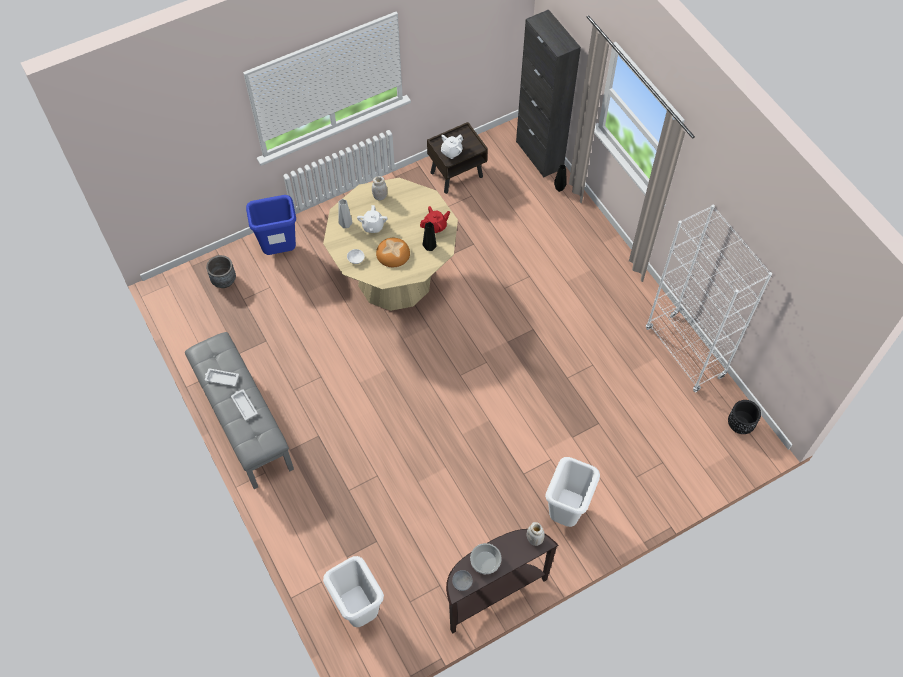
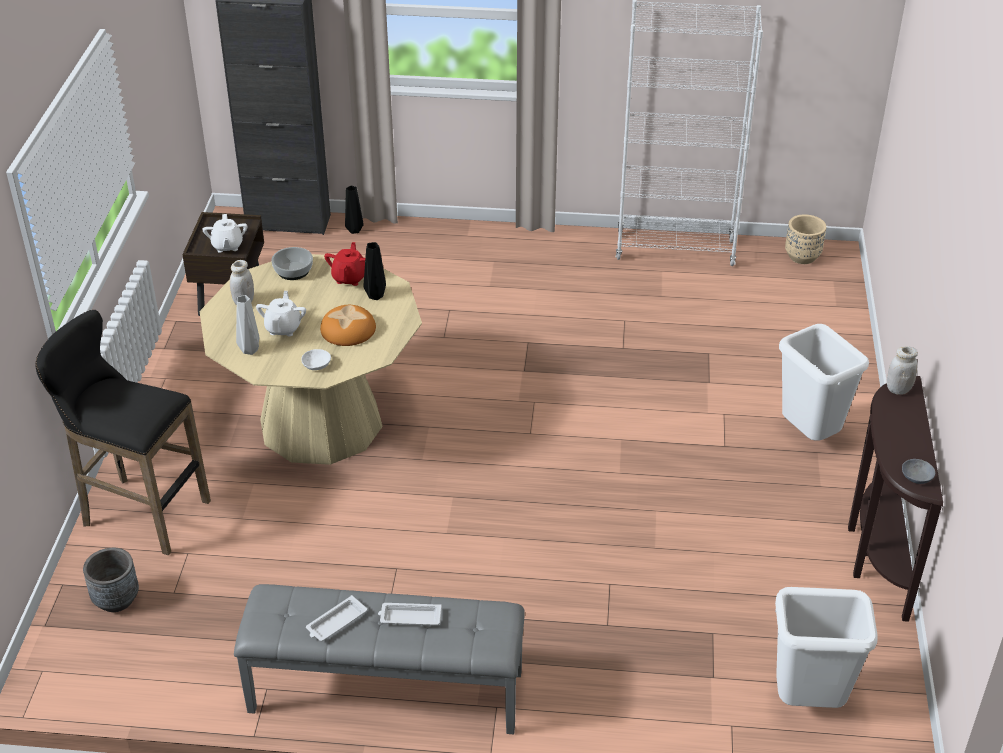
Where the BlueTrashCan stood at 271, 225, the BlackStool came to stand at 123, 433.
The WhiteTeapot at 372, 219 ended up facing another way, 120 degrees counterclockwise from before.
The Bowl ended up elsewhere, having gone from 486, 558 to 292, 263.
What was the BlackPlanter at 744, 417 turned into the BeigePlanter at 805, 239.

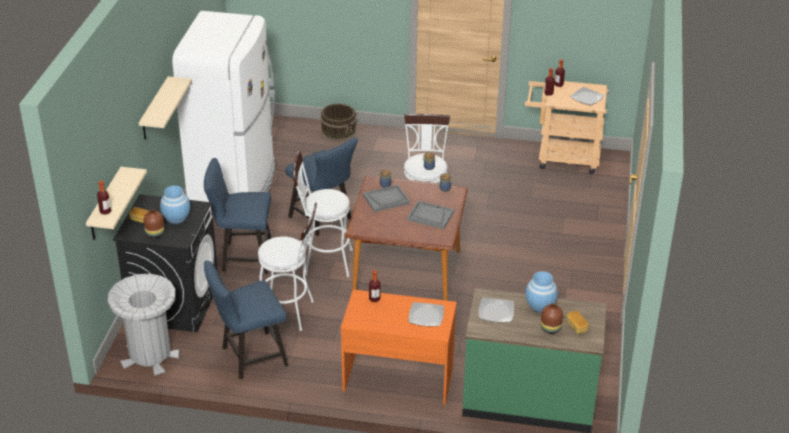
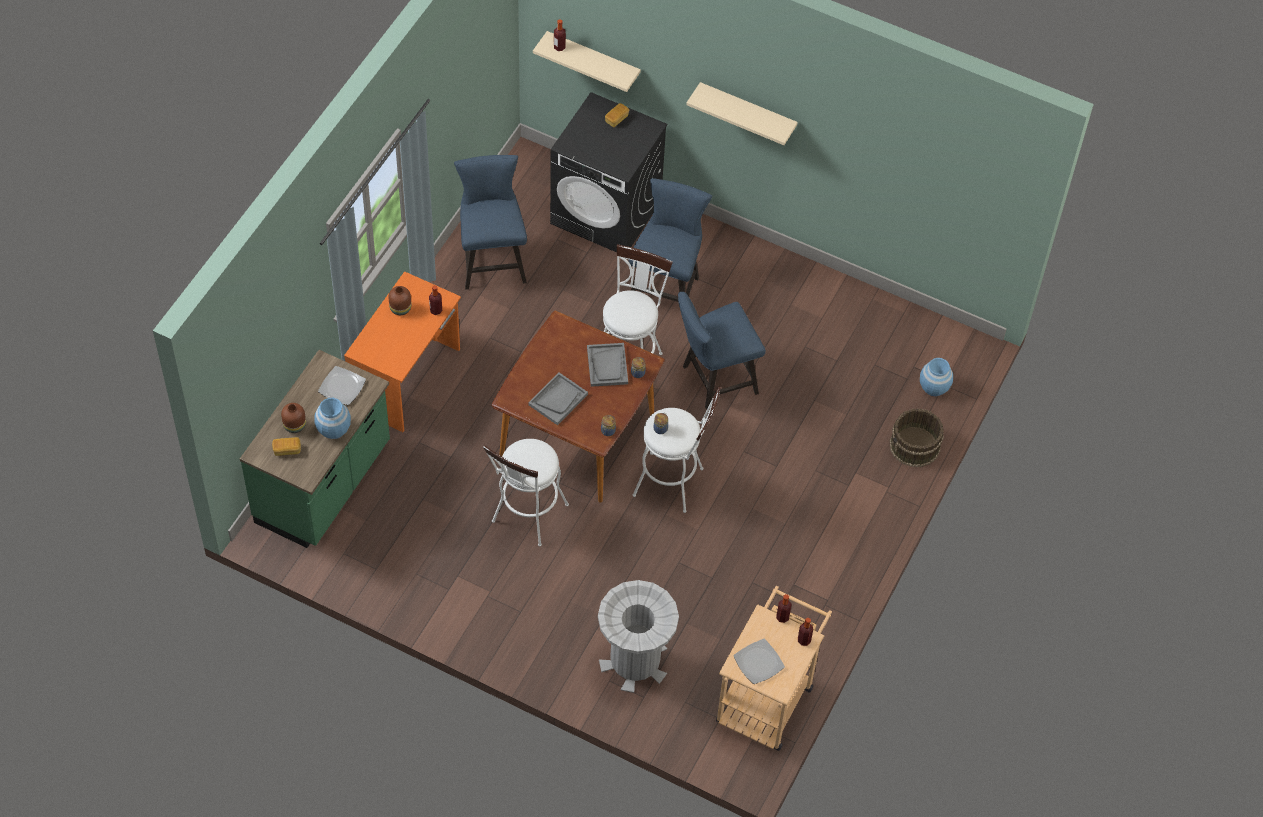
The GreyTrashCan ended up elsewhere, having gone from 143, 325 to 638, 636.
The BrownVase ended up elsewhere, having gone from 154, 224 to 399, 300.
The BlueVase ended up elsewhere, having gone from 175, 205 to 936, 377.
The second view lost the WhiteFridge at 223, 112.
The WhiteStool ended up elsewhere, having gone from 287, 267 to 526, 492.
The second view lost the Plate at 426, 314.

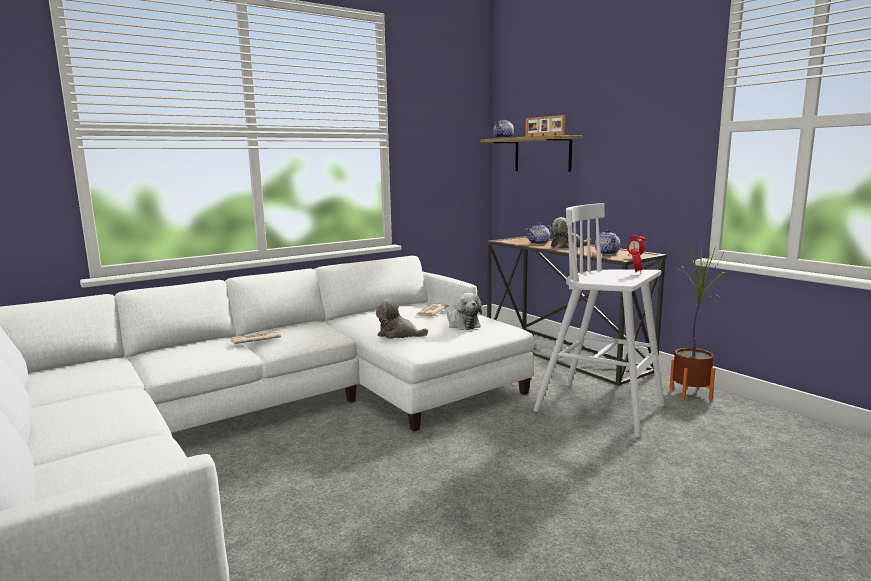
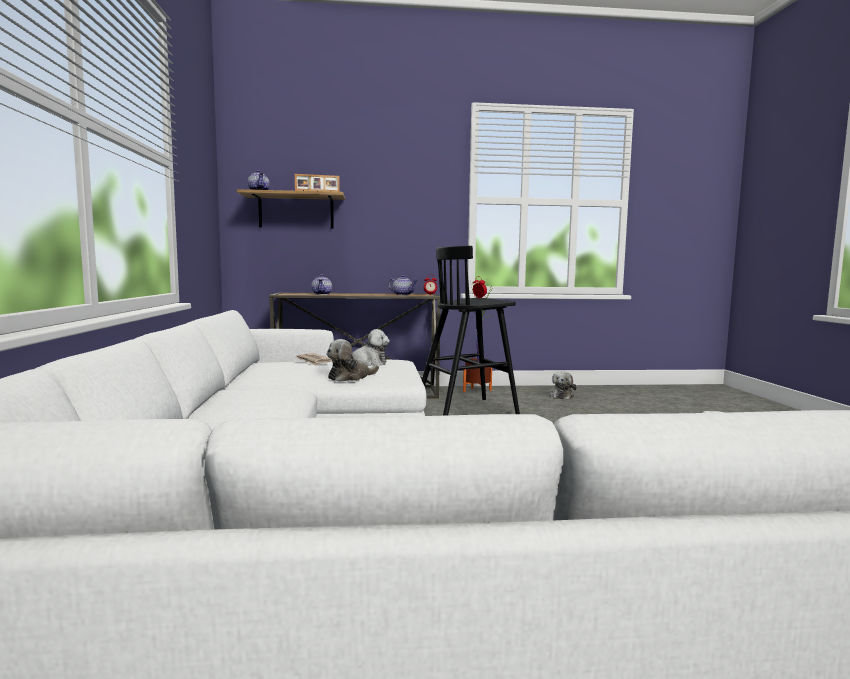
The second view lost the Newspaper at 255, 337.
What was the WhiteStool at 599, 320 turned into the BlackStool at 471, 331.
The PlushToy ended up elsewhere, having gone from 571, 233 to 563, 385.

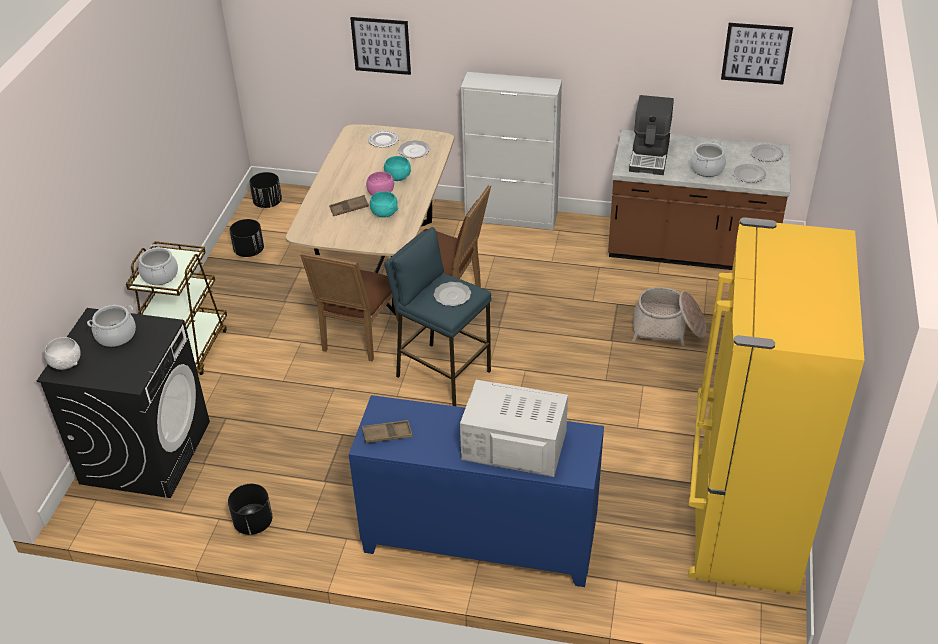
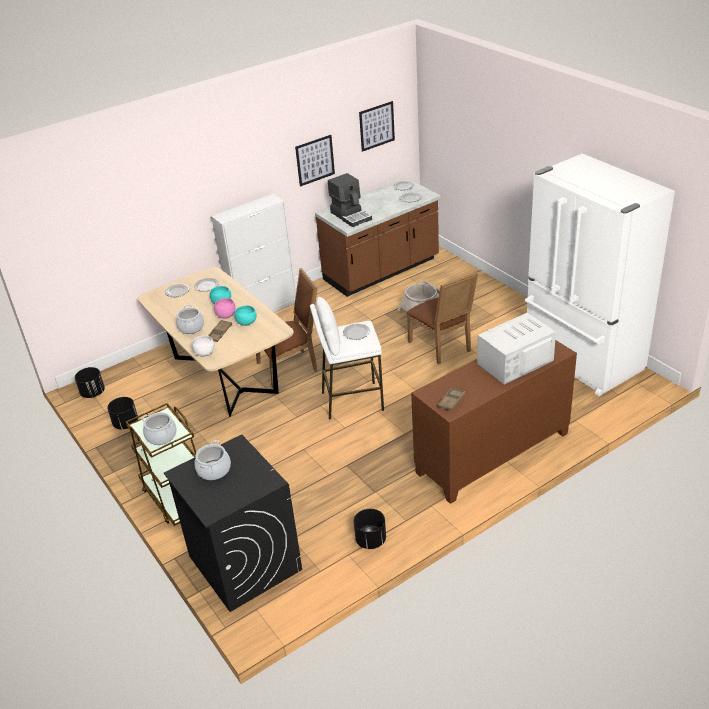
The WhiteBowl ended up elsewhere, having gone from 62, 353 to 203, 346.
The BrownChair ended up elsewhere, having gone from 349, 306 to 442, 318.
What was the BlueCabinet at 476, 491 turned into the BrownCabinet at 494, 422.
The Picture ended up elsewhere, having gone from 380, 46 to 315, 161.
What was the BlueStool at 438, 316 turned into the WhiteStool at 347, 358.
What was the YellowFridge at 776, 405 turned into the WhiteFridge at 600, 275.
The CookingPot ended up elsewhere, having gone from 708, 159 to 190, 319.

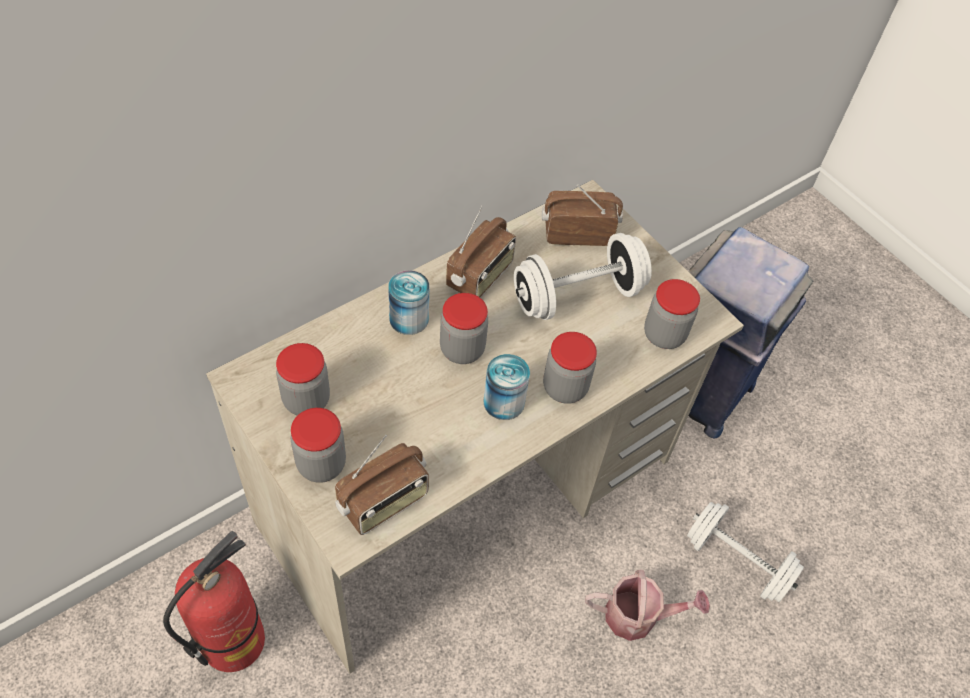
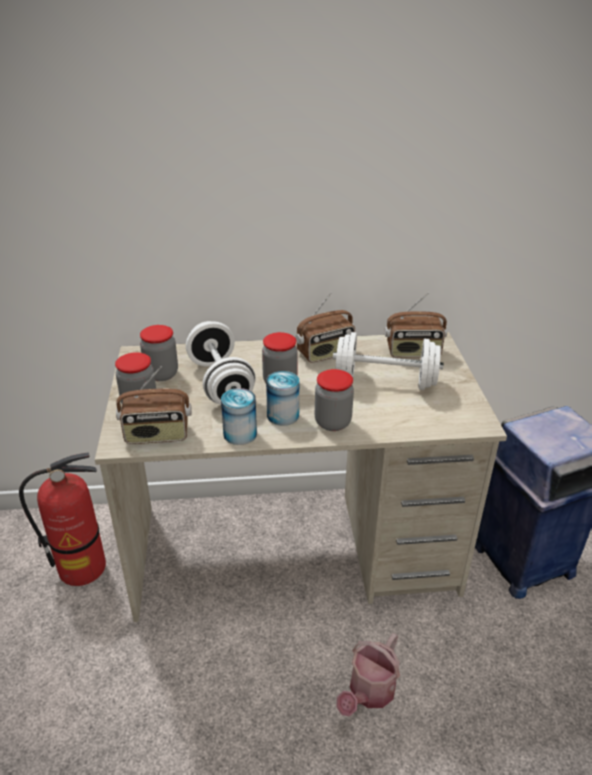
The Can ended up elsewhere, having gone from 408, 302 to 239, 416.
The Radio at 582, 215 ended up facing another way, 150 degrees clockwise from before.
The WateringCan at 647, 605 ended up facing another way, 90 degrees clockwise from before.
The second view lost the Jar at 672, 314.
The WhiteDumbbell ended up elsewhere, having gone from 745, 552 to 221, 363.

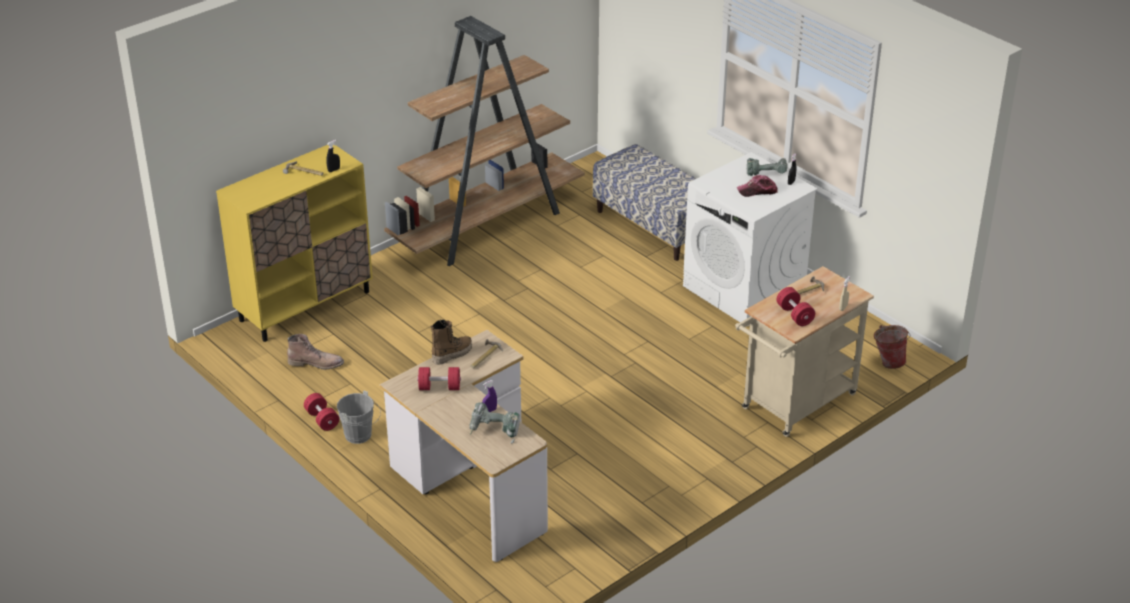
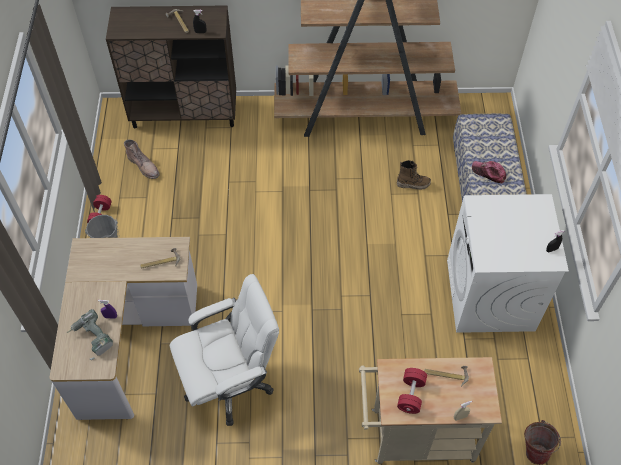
What was the YellowCabinet at 294, 243 turned into the BrownCabinet at 171, 67.
The second view lost the RedDumbbell at 439, 378.
The Boot ended up elsewhere, having gone from 451, 342 to 414, 175.
The Cap ended up elsewhere, having gone from 757, 186 to 489, 172.
The second view lost the PowerDrill at 767, 167.
The second view gained the WhiteOfficeChair at 224, 350.

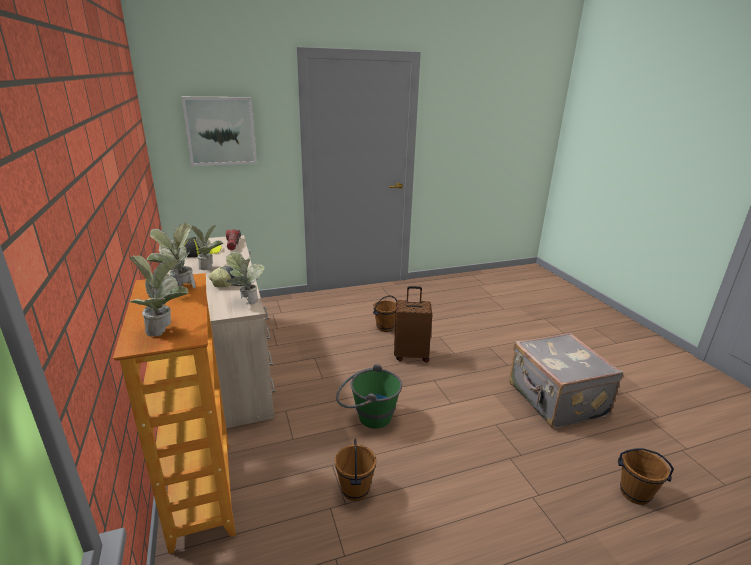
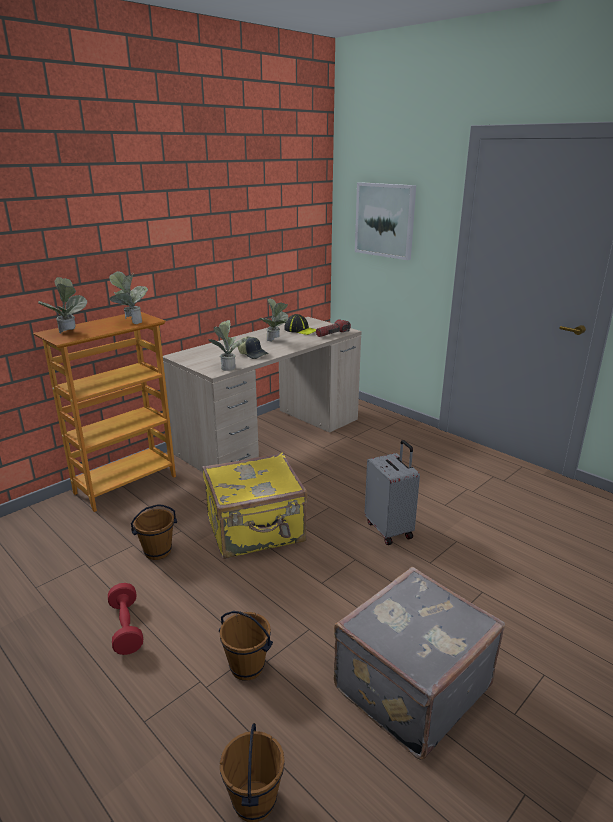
Where the GreenBucket stood at 369, 396, the YellowSuitcase came to stand at 255, 506.
The BrownBucket ended up elsewhere, having gone from 385, 313 to 246, 646.
What was the BrownSuitcase at 413, 324 turned into the GreySuitcase at 392, 492.
The second view gained the RedDumbbell at 125, 619.

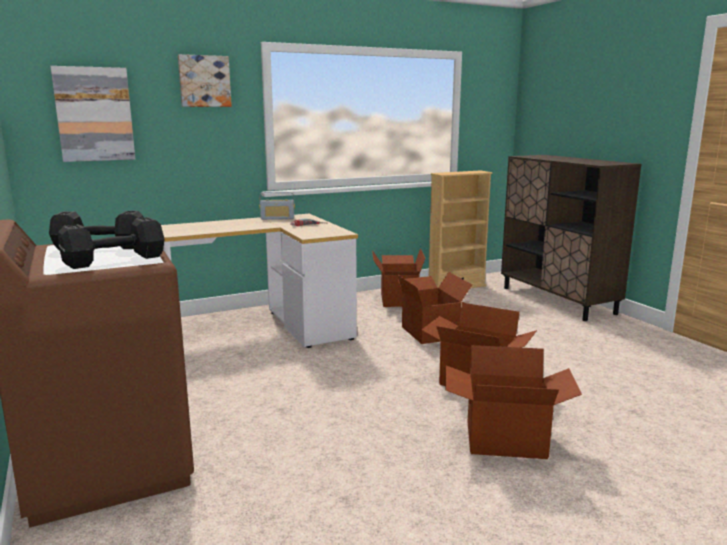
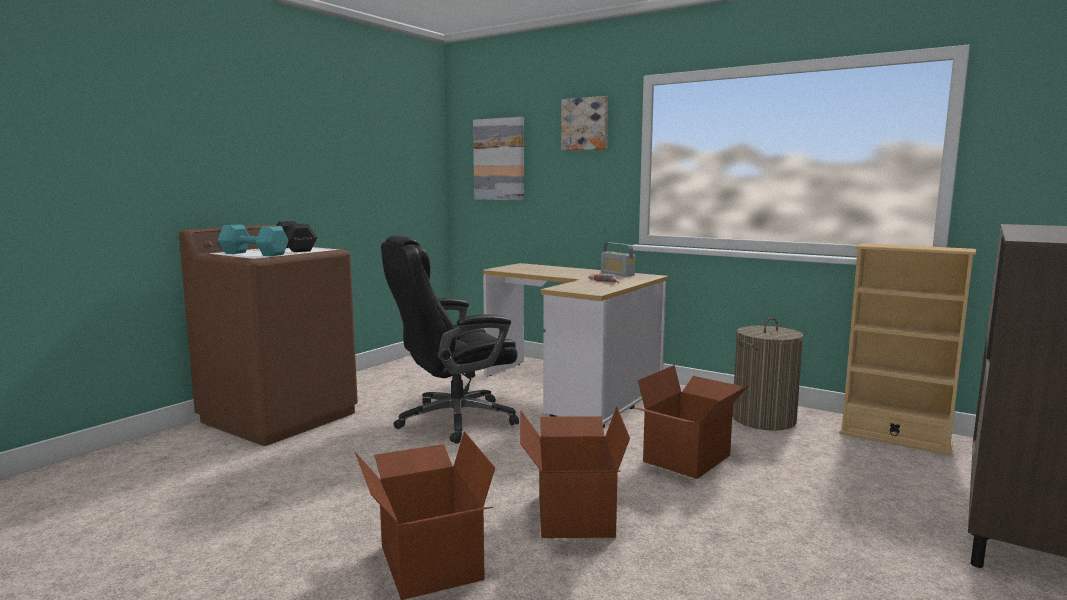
What was the BlackDumbbell at 111, 243 turned into the TurquoiseDumbbell at 253, 240.
Where the CardboardBox stood at 398, 277, the LaundryBasket came to stand at 768, 374.
The second view gained the BlackOfficeChair at 450, 339.

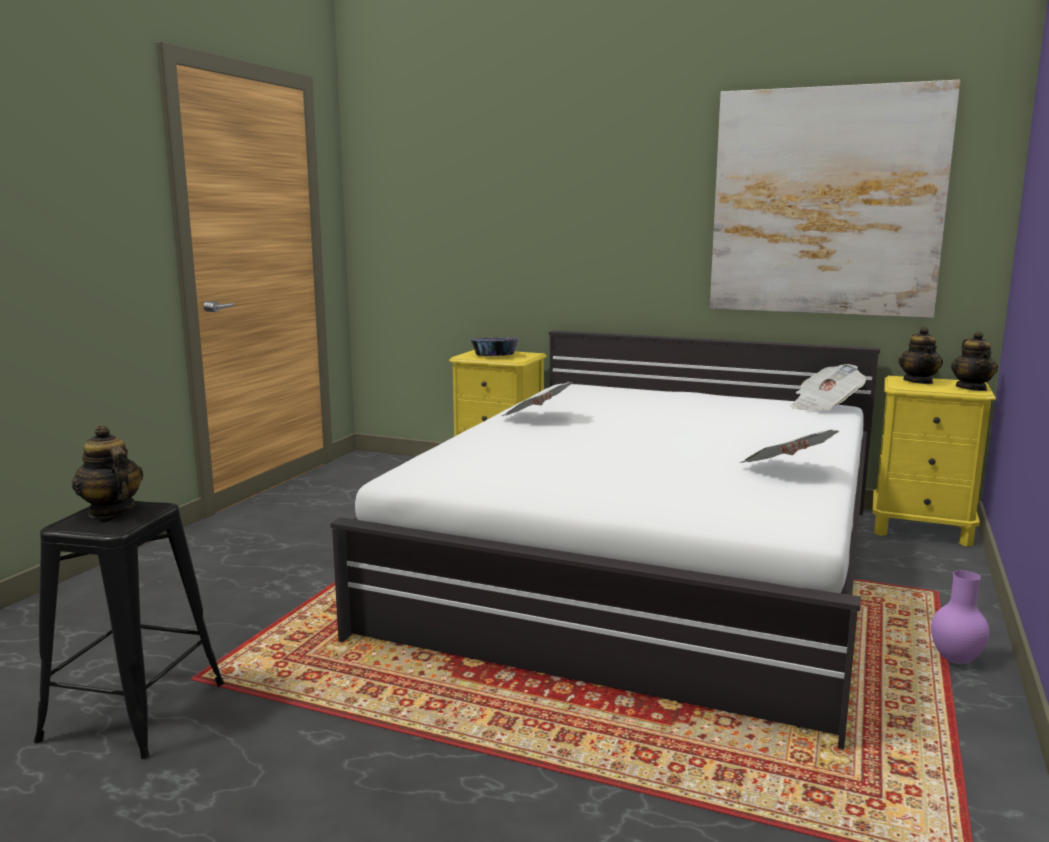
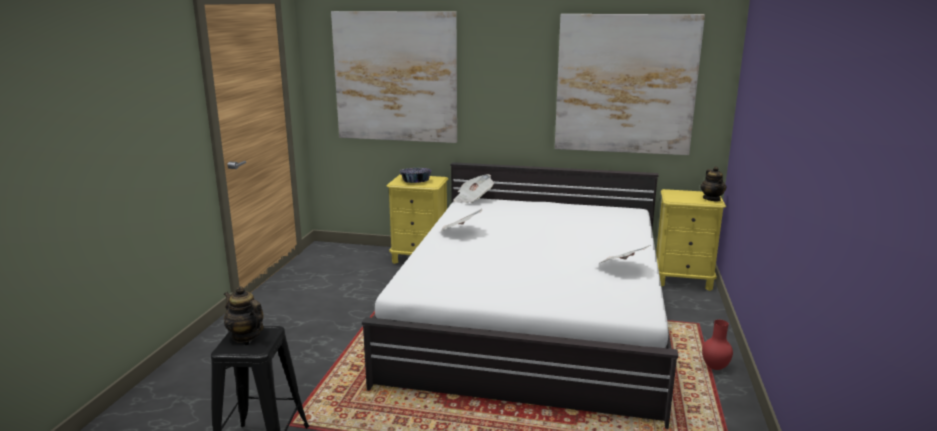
The Newspaper ended up elsewhere, having gone from 828, 387 to 473, 188.
The second view lost the Teapot at 921, 355.
What was the PurpleVase at 960, 617 turned into the RedVase at 717, 345.
The second view gained the Picture at 394, 77.

